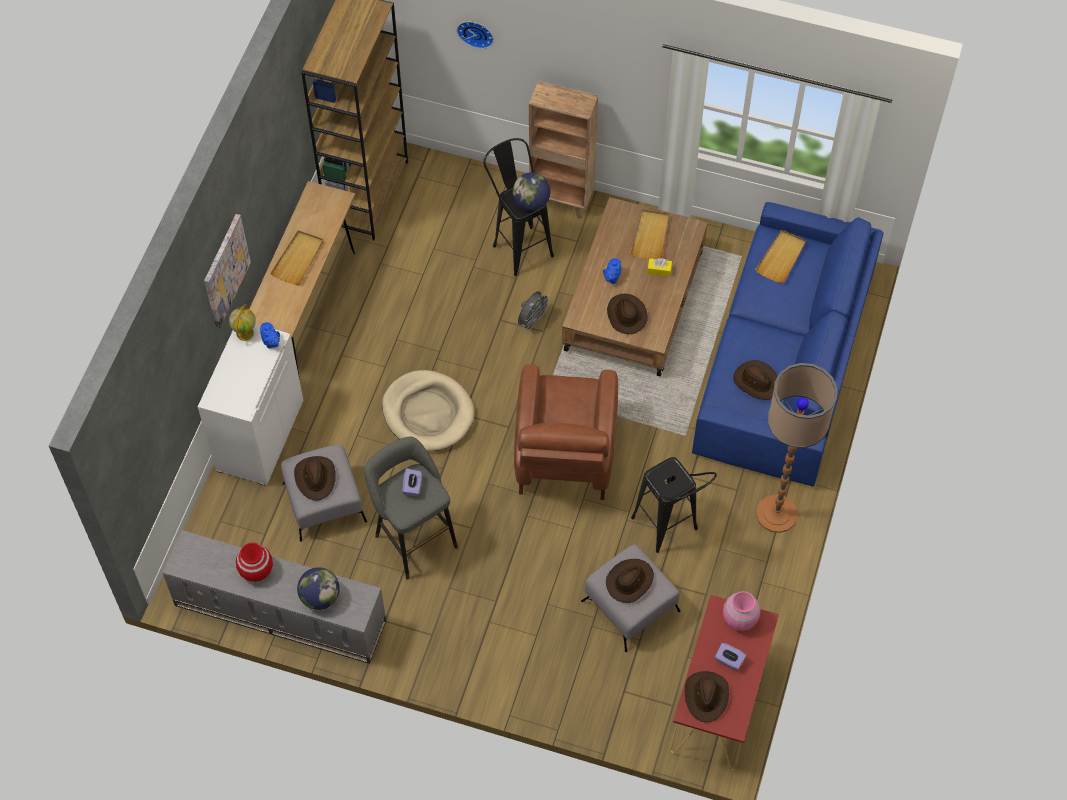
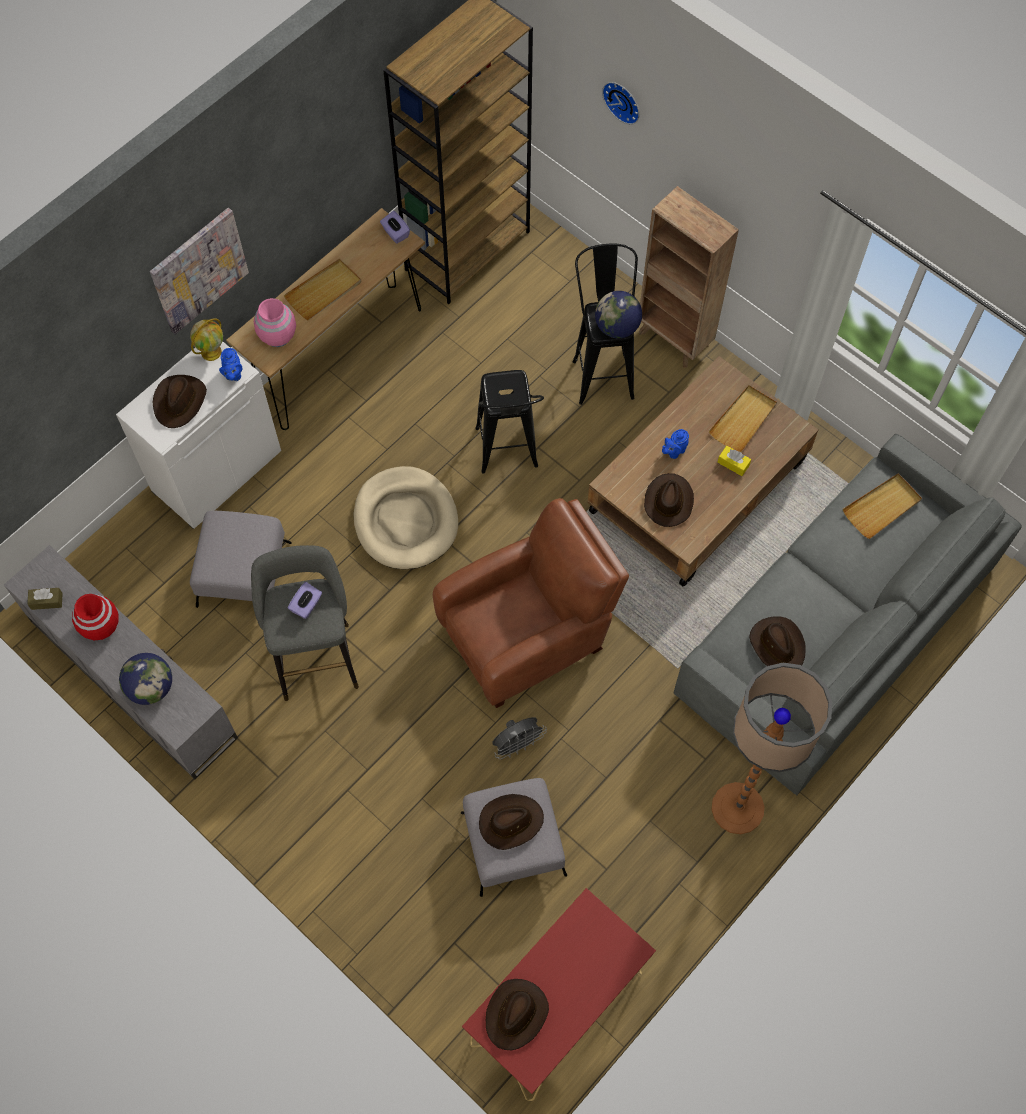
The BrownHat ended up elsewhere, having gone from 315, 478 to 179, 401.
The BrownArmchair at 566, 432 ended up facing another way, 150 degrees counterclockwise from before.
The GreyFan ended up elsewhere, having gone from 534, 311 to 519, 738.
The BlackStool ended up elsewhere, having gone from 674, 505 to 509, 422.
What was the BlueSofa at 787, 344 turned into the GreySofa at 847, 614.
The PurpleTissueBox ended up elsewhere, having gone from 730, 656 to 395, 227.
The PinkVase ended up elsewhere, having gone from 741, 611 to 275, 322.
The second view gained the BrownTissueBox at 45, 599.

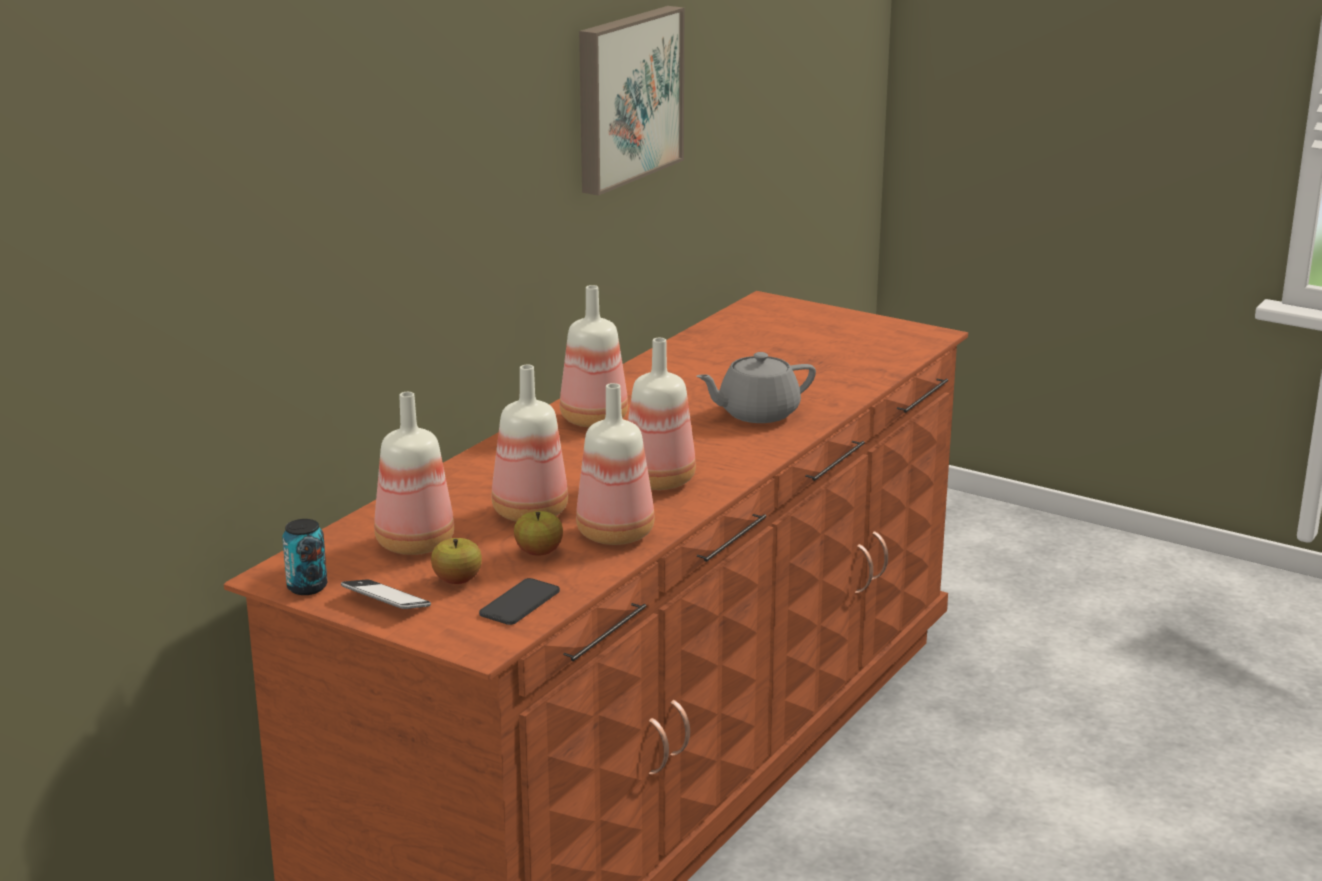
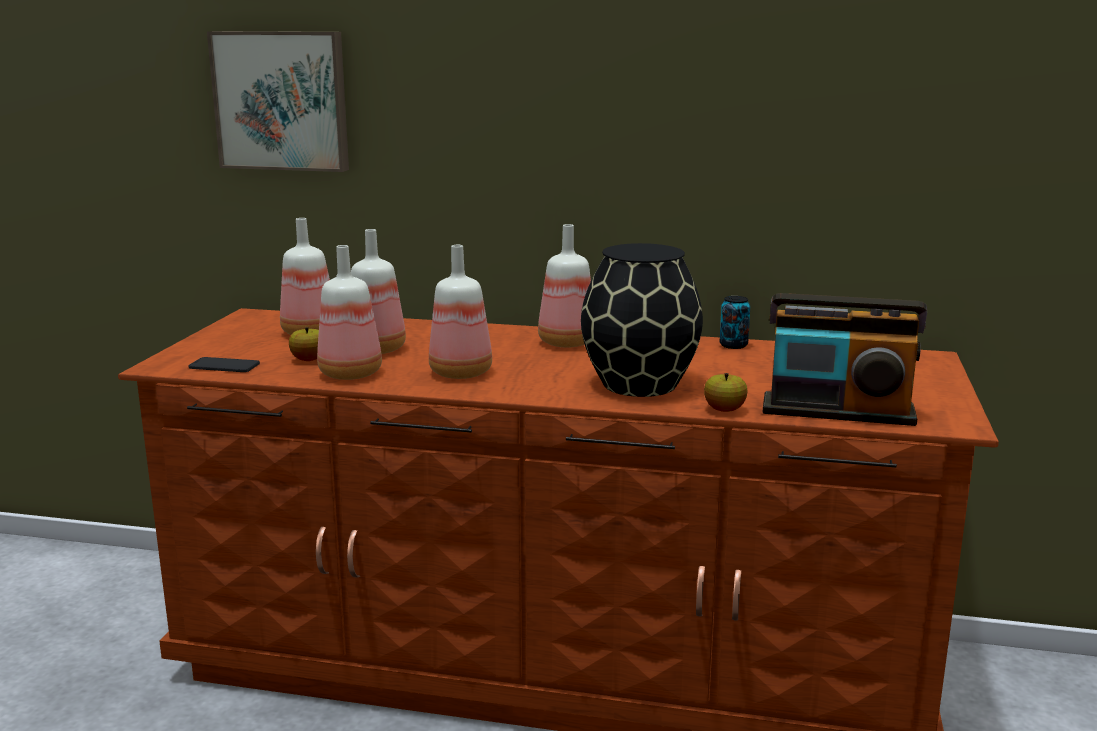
The Can ended up elsewhere, having gone from 304, 557 to 735, 322.
The second view lost the Phone at 386, 594.
The Apple ended up elsewhere, having gone from 456, 561 to 726, 392.
The Picture ended up elsewhere, having gone from 632, 101 to 278, 101.
Where the GreyTeapot stood at 756, 387, the BlackVase came to stand at 642, 320.
The second view gained the Radio at 845, 359.

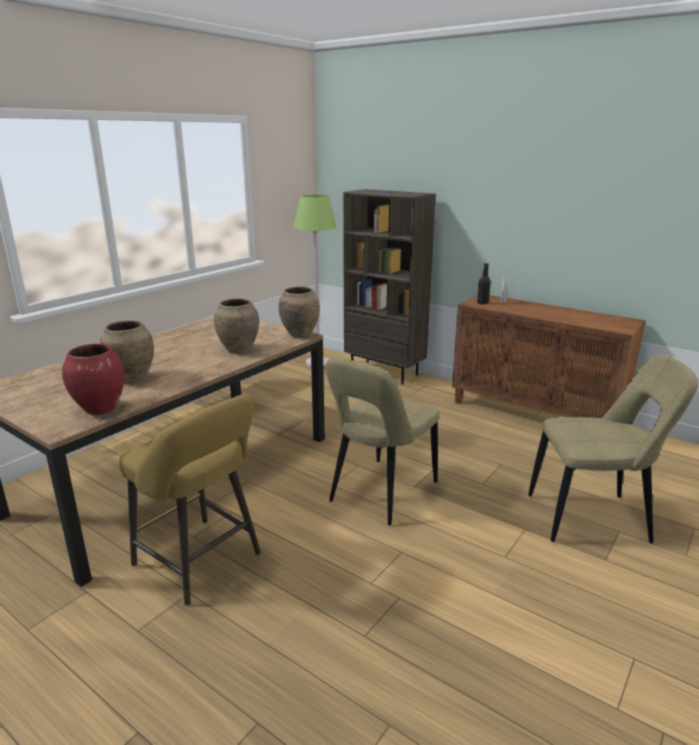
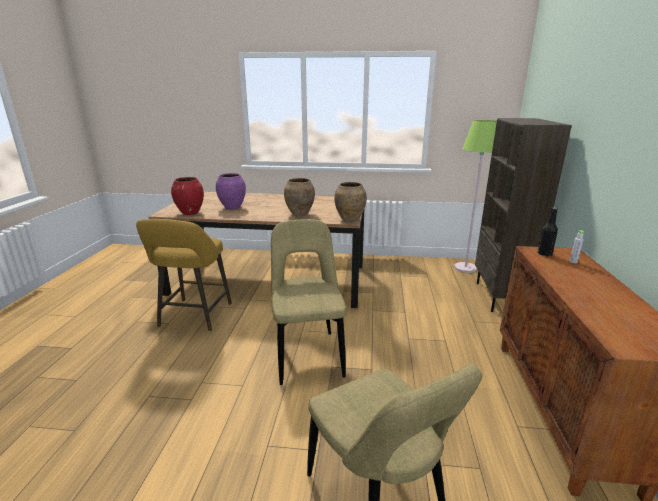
What was the BrownVase at 127, 351 turned into the PurpleVase at 231, 191.
The BeigeChair at 382, 441 ended up facing another way, 75 degrees clockwise from before.

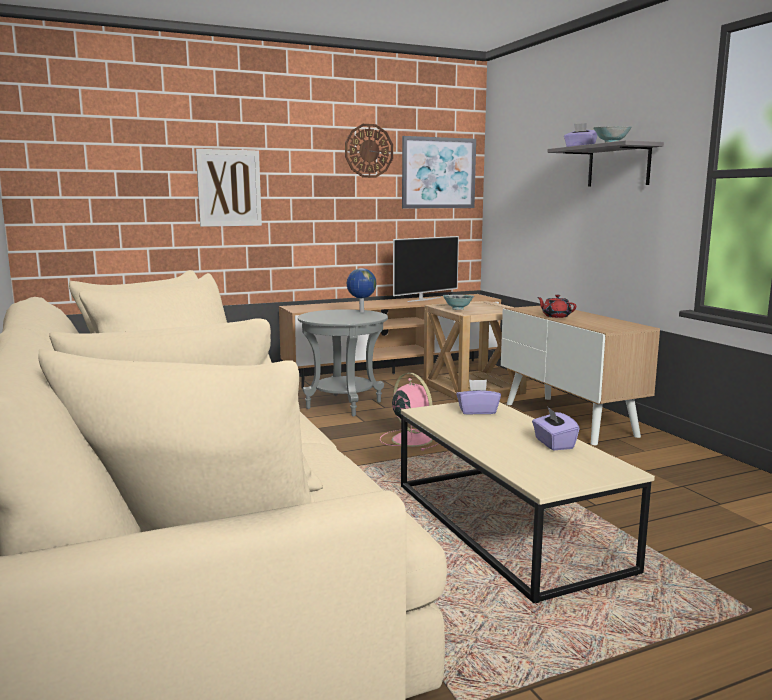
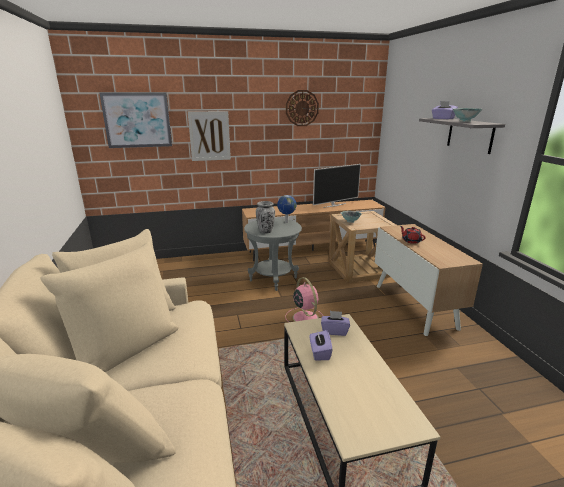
The Picture ended up elsewhere, having gone from 439, 172 to 135, 120.
The PurpleTissueBox ended up elsewhere, having gone from 556, 428 to 321, 345.
The second view gained the Vase at 265, 217.

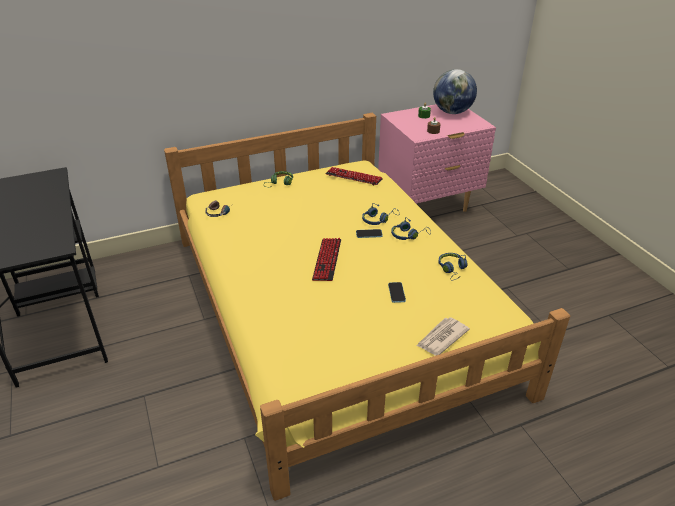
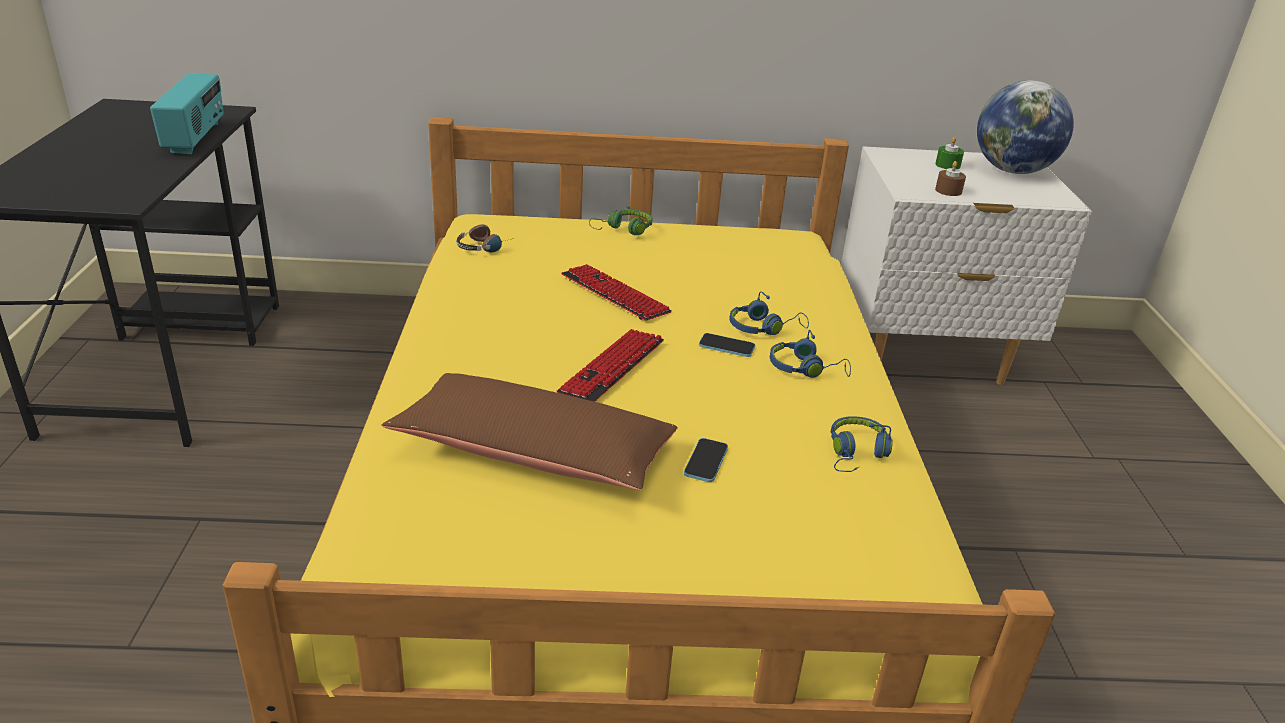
The Keyboard ended up elsewhere, having gone from 354, 176 to 616, 292.
What was the PinkNightstand at 437, 158 turned into the WhiteNightstand at 967, 265.
The second view lost the Newspaper at 443, 336.
The second view gained the Radio at 187, 113.
The second view gained the BrownPillow at 530, 431.

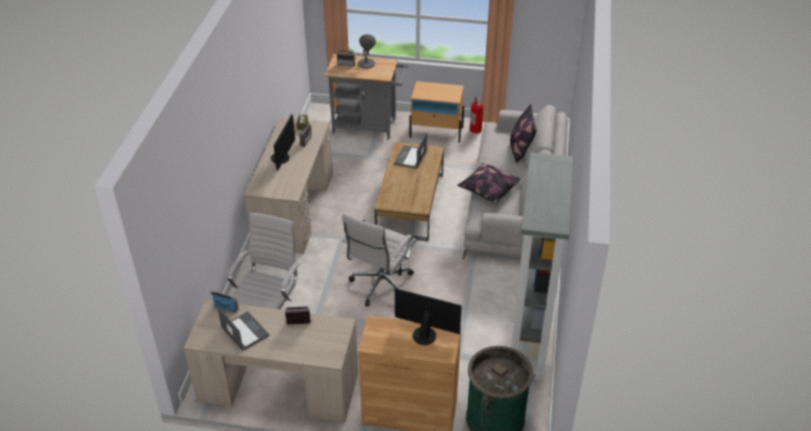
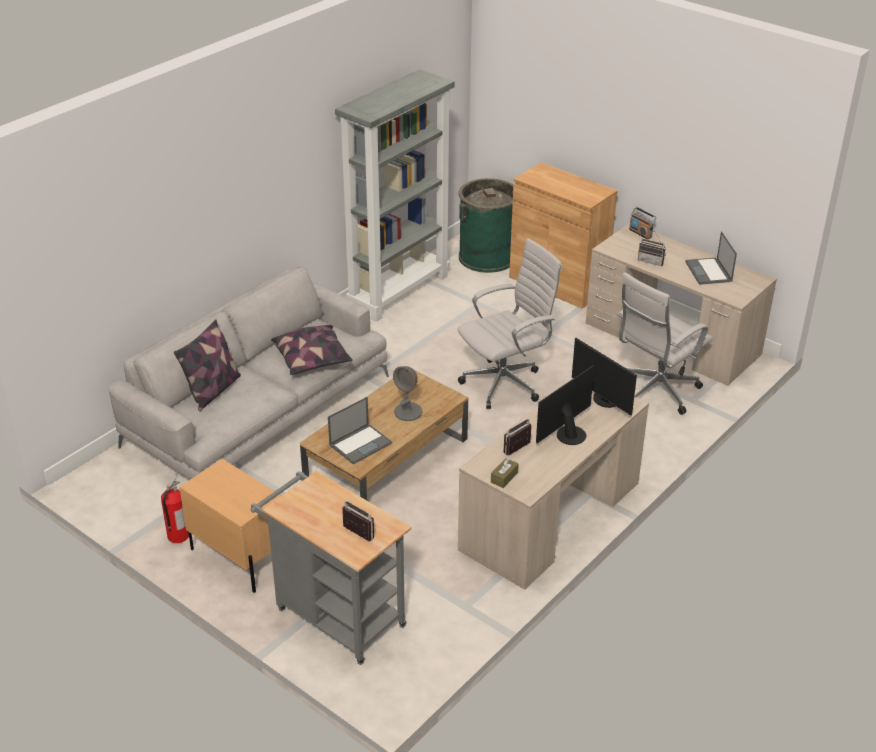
The Radio ended up elsewhere, having gone from 224, 302 to 643, 222.
The GreyTableLamp ended up elsewhere, having gone from 367, 51 to 407, 393.
The Monitor ended up elsewhere, having gone from 428, 317 to 604, 376.

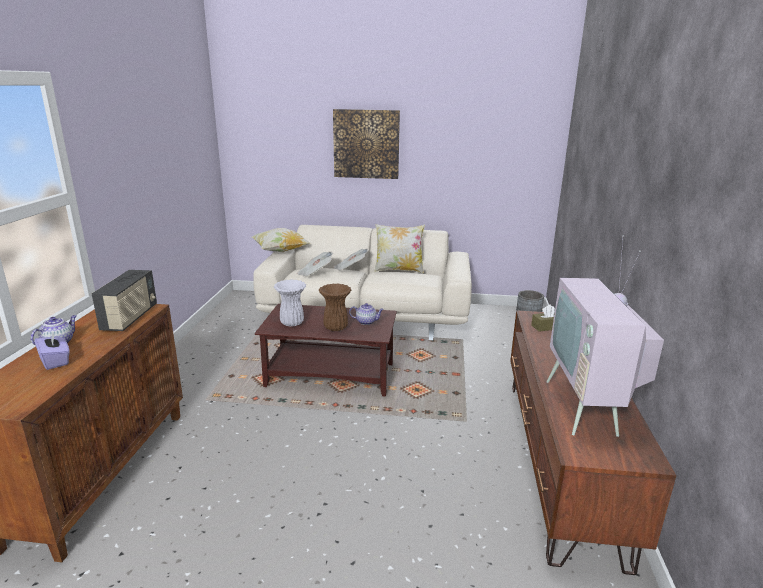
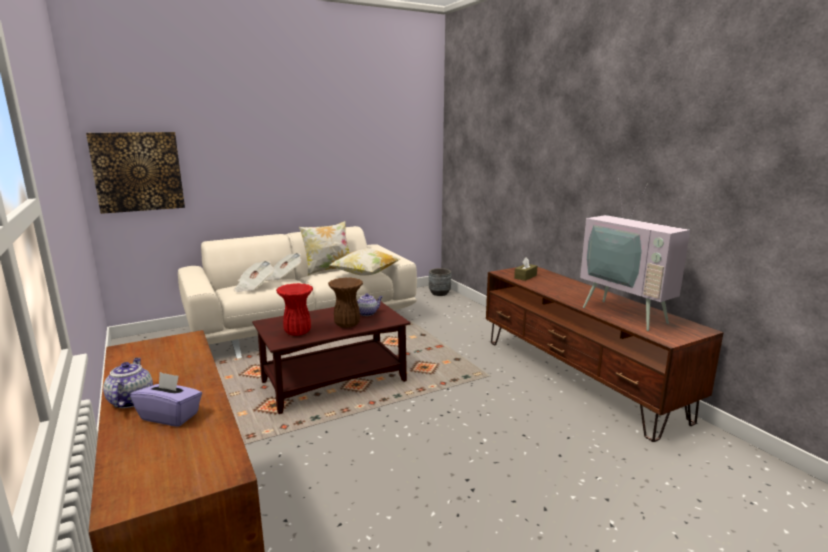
The second view lost the Radio at 124, 300.
The Pillow ended up elsewhere, having gone from 281, 240 to 365, 261.
What was the WhiteVase at 290, 303 turned into the RedVase at 294, 309.
The Picture ended up elsewhere, having gone from 366, 144 to 135, 173.

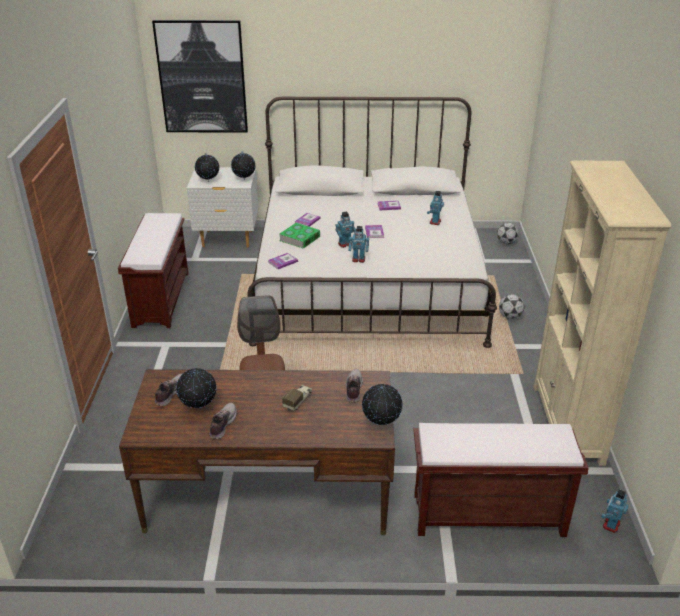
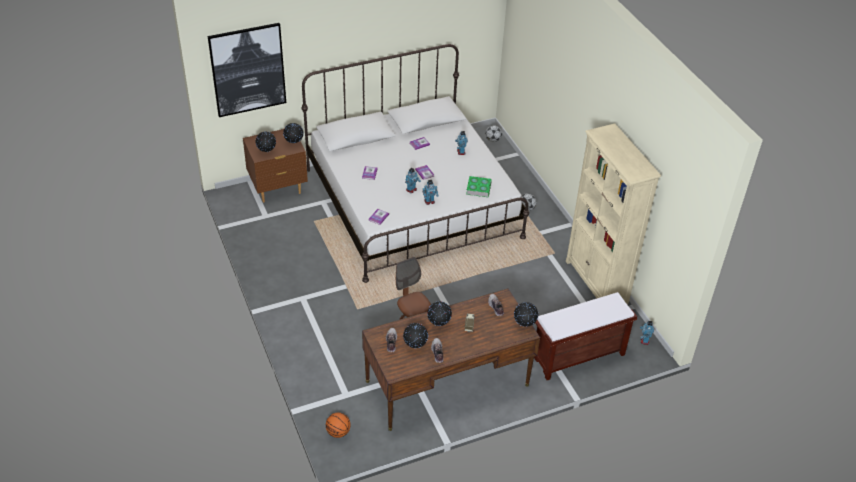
The second view lost the BrownBench at 153, 270.
What was the WhiteNightstand at 223, 207 turned into the BrownNightstand at 275, 166.
The Book ended up elsewhere, having gone from 300, 235 to 479, 186.
The second view gained the Basketball at 338, 425.
The second view gained the Globe at 439, 313.

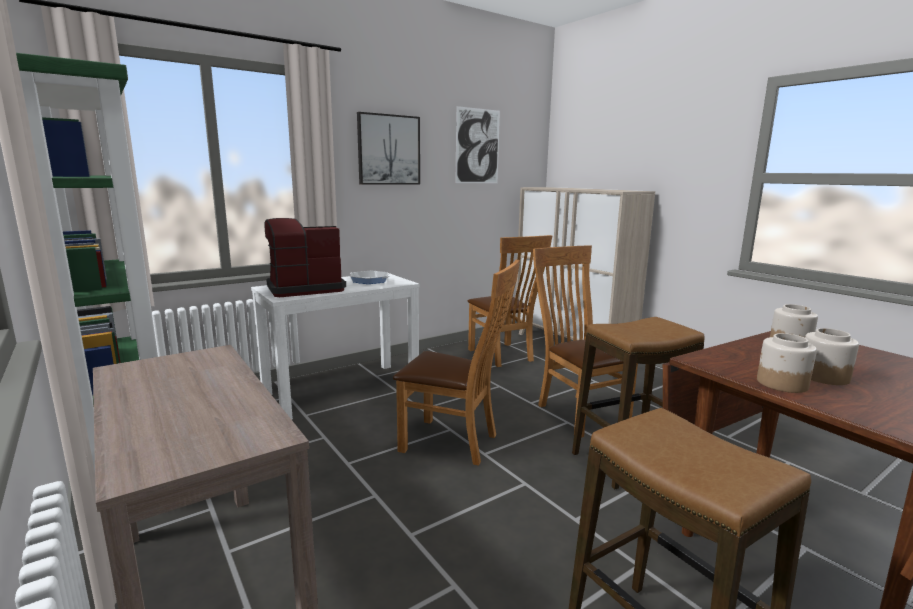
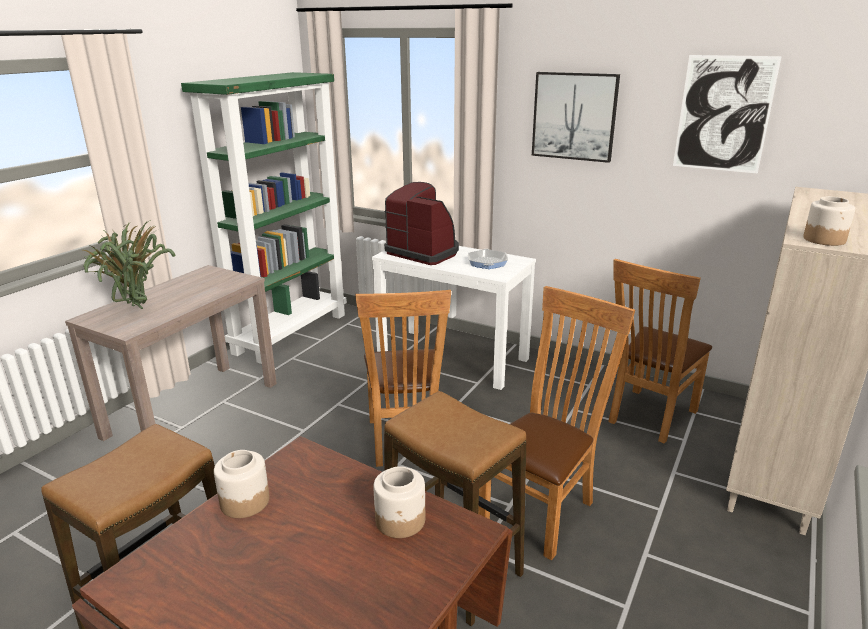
The Jar ended up elsewhere, having gone from 832, 356 to 829, 221.
The second view gained the PottedPlant at 128, 264.

